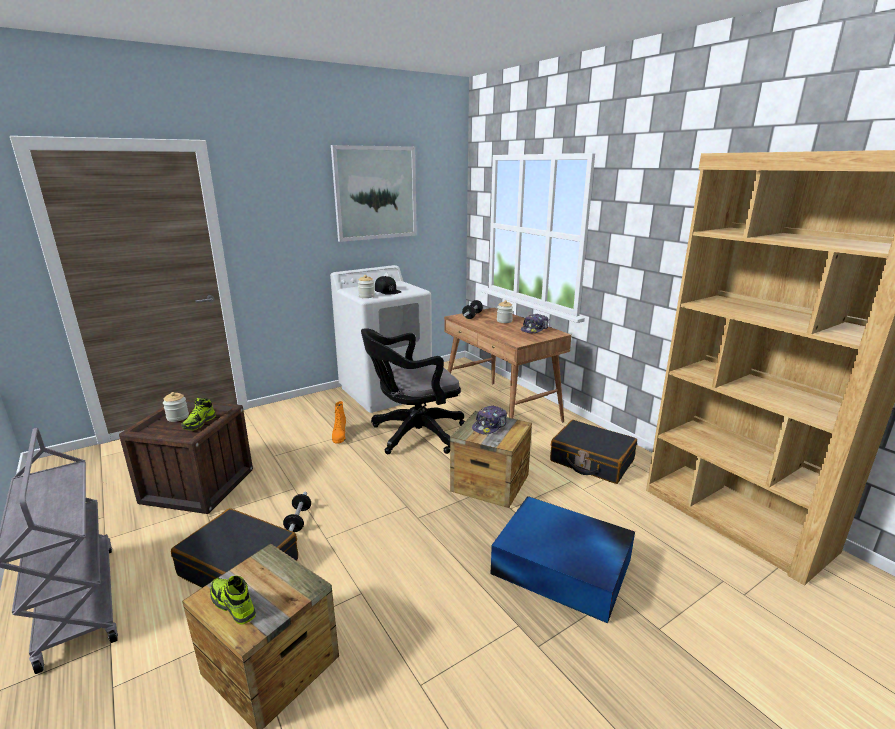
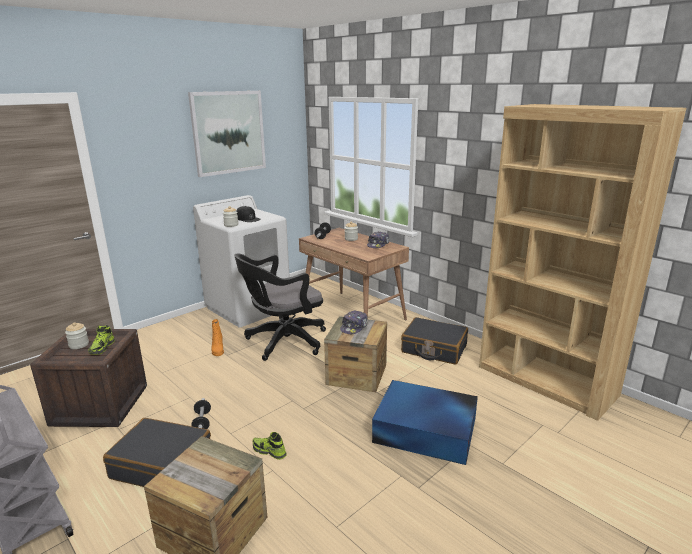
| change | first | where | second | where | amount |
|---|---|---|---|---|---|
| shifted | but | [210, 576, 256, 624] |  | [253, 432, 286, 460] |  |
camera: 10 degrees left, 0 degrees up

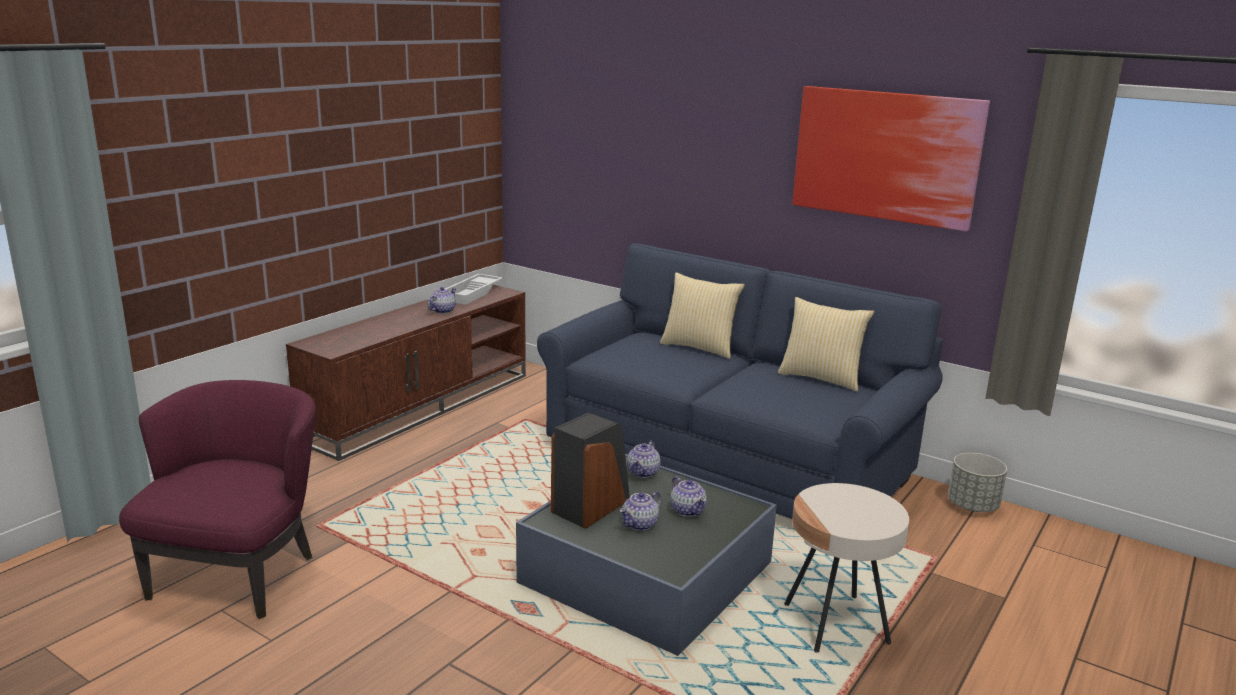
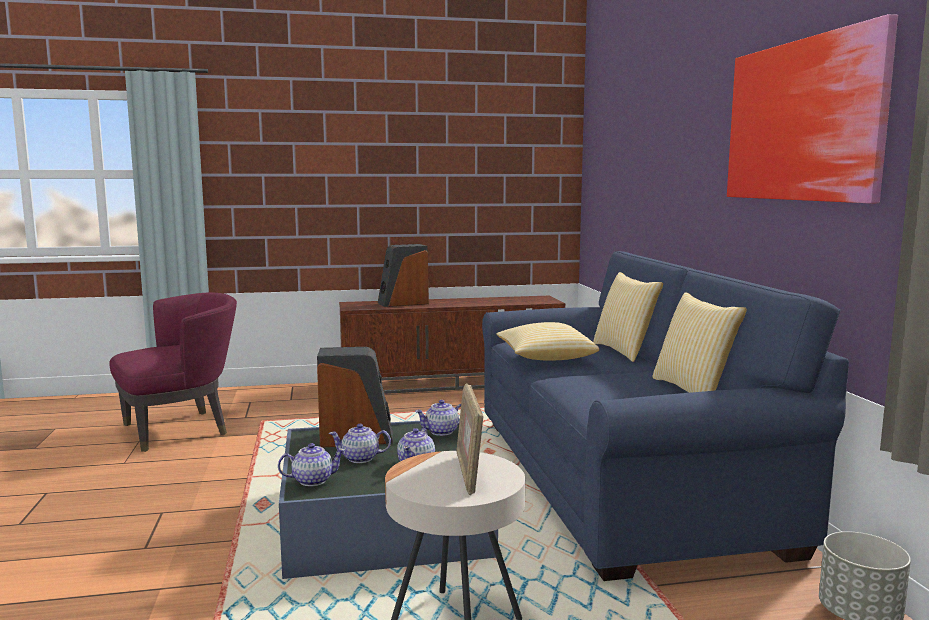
| change | first | where | second | where | amount |
|---|---|---|---|---|---|
| gone | taca (biały) | [445, 274, 503, 305] |  |  |  |
| new |  |  | głośnik | [378, 244, 429, 307] |  |
| new |  |  | ramka na zdjęcie | [456, 384, 483, 495] |  |
| new |  |  | poduszka | [496, 322, 599, 360] |  |
| shifted | imbryk | [428, 287, 457, 314] |  | [278, 443, 345, 486] |  |
camera: 45 degrees right, 10 degrees down

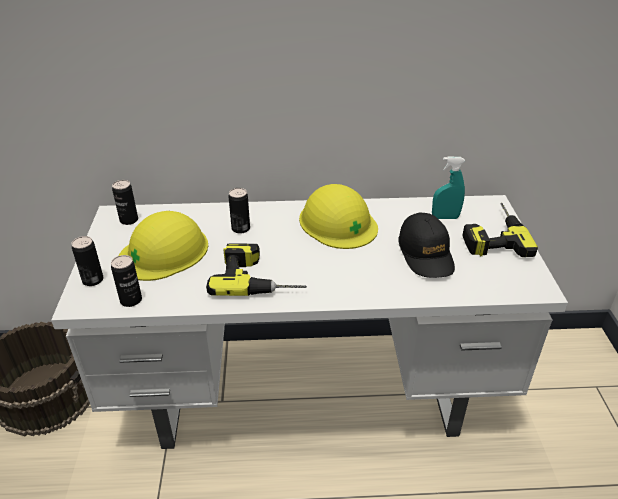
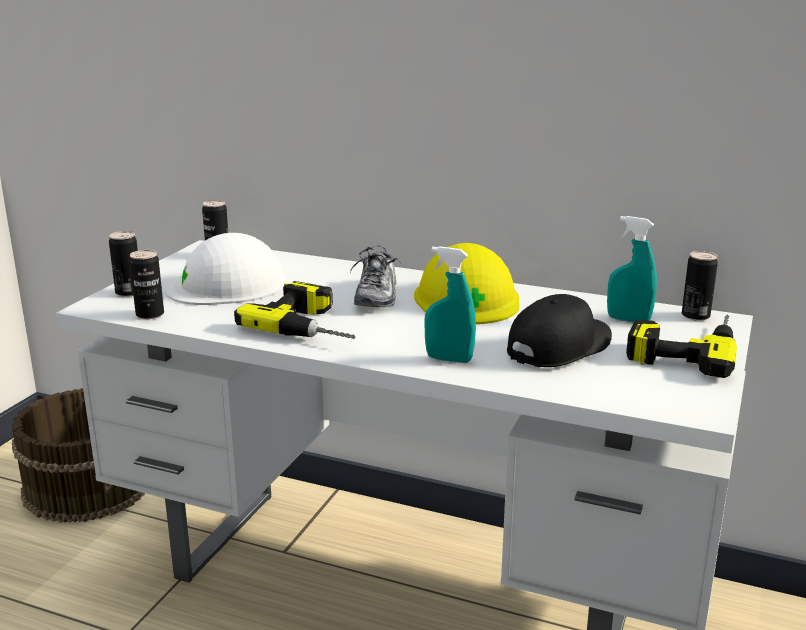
| change | first | where | second | where | amount |
|---|---|---|---|---|---|
| new |  |  | but | [350, 246, 403, 308] |  |
| new |  |  | spryskiwacz (turkusowy) | [424, 246, 476, 363] |  |
| shifted | puszka | [228, 188, 250, 234] |  | [682, 251, 718, 321] |  |
| repainted | kask (żółty) | [119, 211, 208, 281] | kask (biały) | [164, 233, 288, 305] |  |
| rotated | czapka z daszkiem (czarny) | [398, 213, 455, 278] |  | [507, 294, 612, 367] | 150 degrees counterclockwise |
camera: 25 degrees right, 15 degrees down

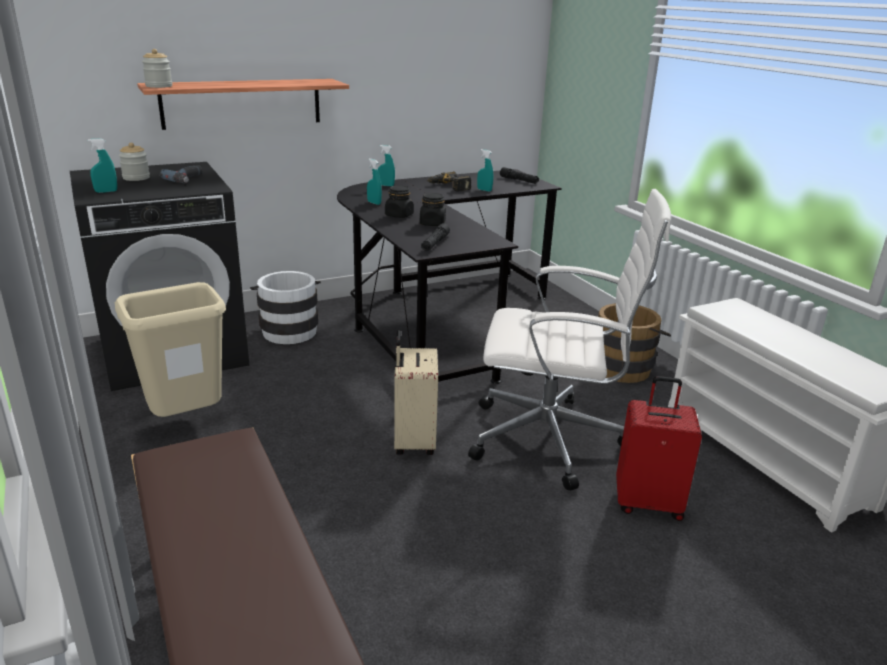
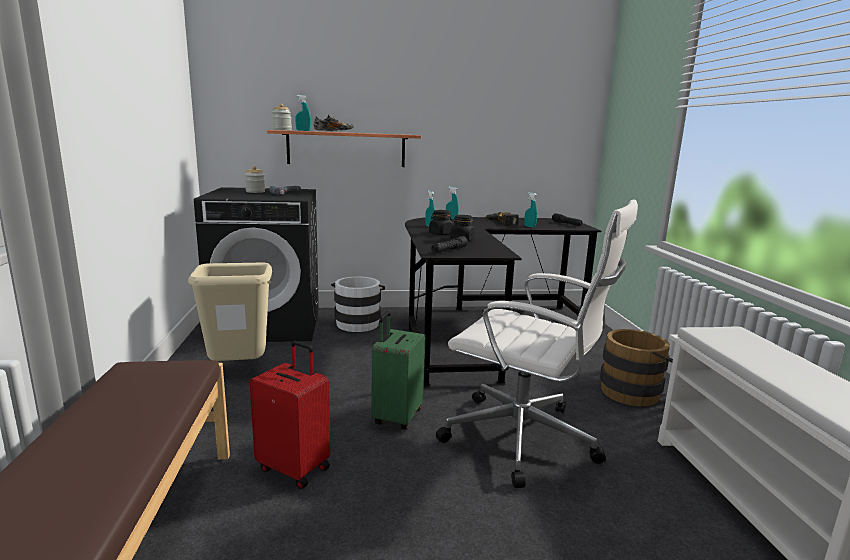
| change | first | where | second | where | amount |
|---|---|---|---|---|---|
| new |  |  | but | [314, 115, 354, 132] |  |
| shifted | spryskiwacz (turkusowy) | [88, 138, 117, 193] |  | [295, 95, 311, 131] |  |
| shifted | walizka (czerwony) | [616, 376, 702, 521] |  | [249, 341, 330, 489] |  |
| repainted | walizka (beżowy) | [394, 330, 438, 455] | walizka (zielony) | [371, 311, 425, 430] |  |
camera: 20 degrees right, 10 degrees down

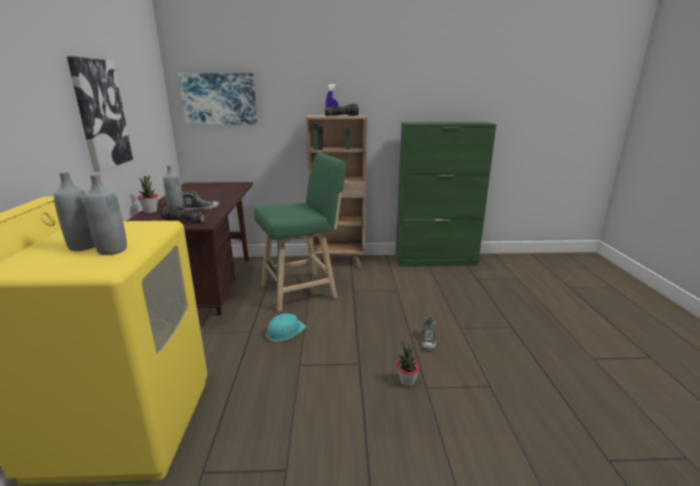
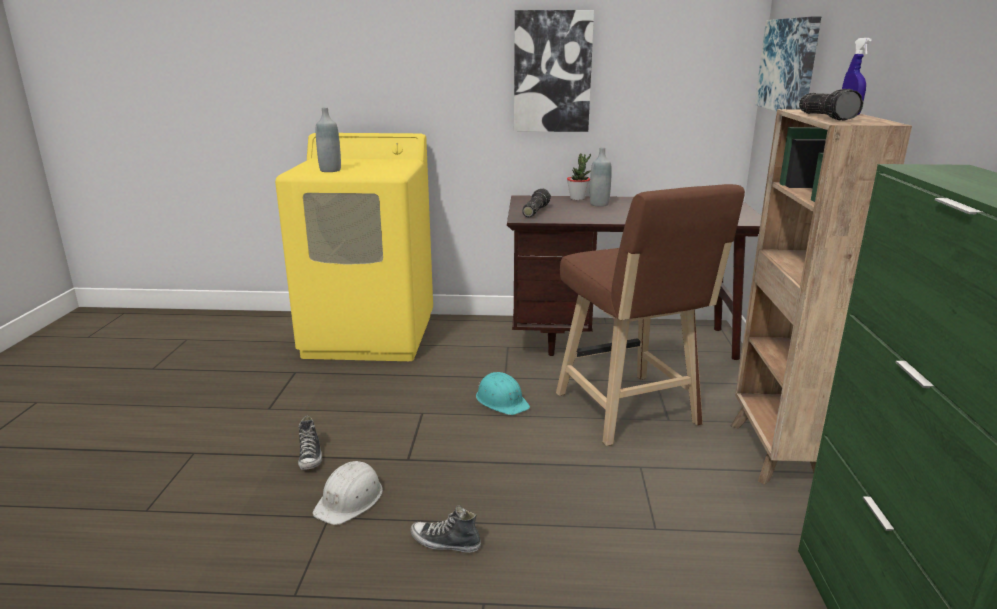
| change | first | where | second | where | amount |
|---|---|---|---|---|---|
| gone | butelka (szary) | [54, 172, 95, 251] |  |  |  |
| shifted | but | [183, 189, 220, 211] |  | [298, 416, 322, 470] |  |
| swapped | roślina doniczkowa | [397, 340, 420, 387] | kask (biały) | [313, 461, 383, 525] |  |
| repainted | stołek (zielony) | [254, 153, 346, 312] | stołek (brązowy) | [556, 184, 745, 446] |  |
camera: 95 degrees right, 0 degrees up

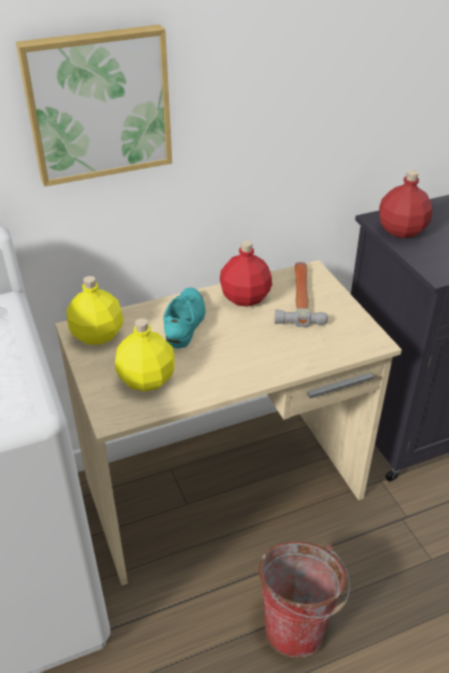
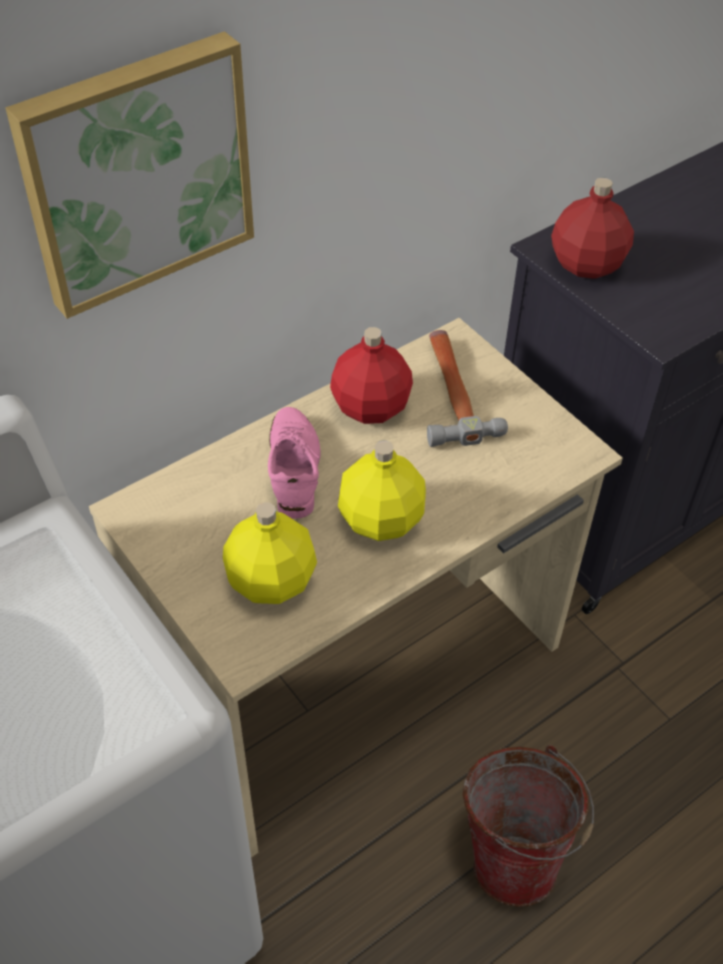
| change | first | where | second | where | amount |
|---|---|---|---|---|---|
| shifted | butelka (żółty) | [67, 276, 124, 345] |  | [338, 440, 426, 541] |  |
| repainted | but (turkusowy) | [163, 288, 205, 348] | but (różowy) | [268, 407, 321, 519] |  |
camera: 15 degrees left, 10 degrees up

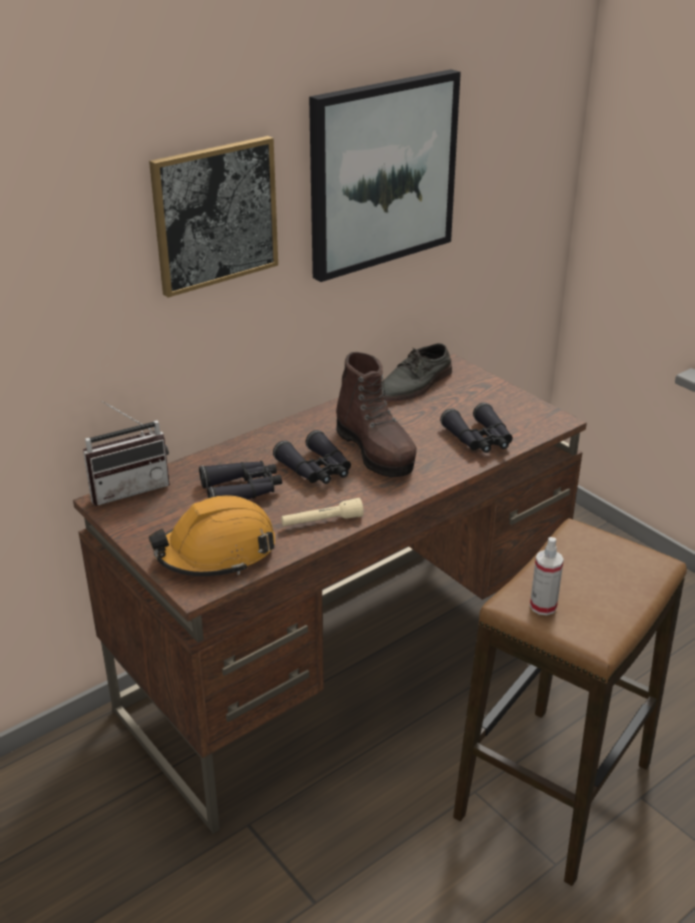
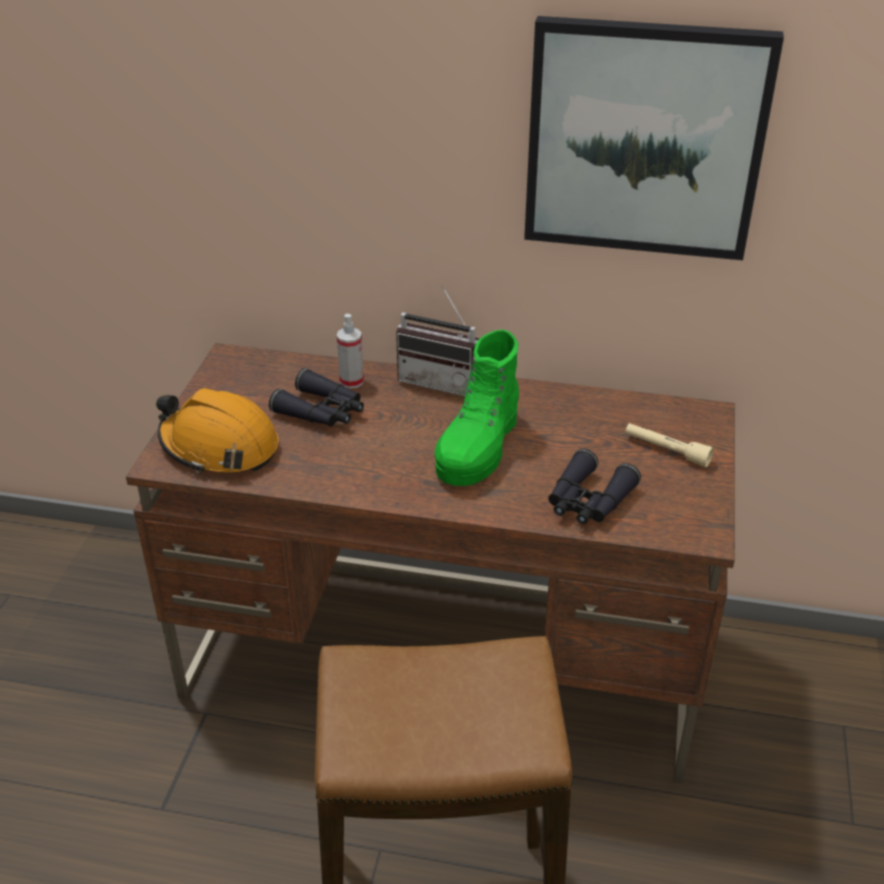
| change | first | where | second | where | amount |
|---|---|---|---|---|---|
| gone | obraz | [149, 136, 278, 298] |  |  |  |
| gone | lornetka (czarny) | [273, 430, 351, 484] |  |  |  |
| gone | but (szary) | [382, 343, 452, 402] |  |  |  |
| shifted | radio | [83, 401, 170, 506] |  | [396, 285, 480, 396] |  |
| shifted | latarka (beżowy) | [281, 498, 364, 526] |  | [625, 423, 714, 467] |  |
| shifted | spryskiwacz | [530, 537, 564, 615] |  | [337, 314, 364, 389] |  |
| repainted | but z cholewką (brązowy) | [336, 352, 417, 477] | but z cholewką (zielony) | [435, 330, 519, 486] |  |
camera: 50 degrees right, 5 degrees up

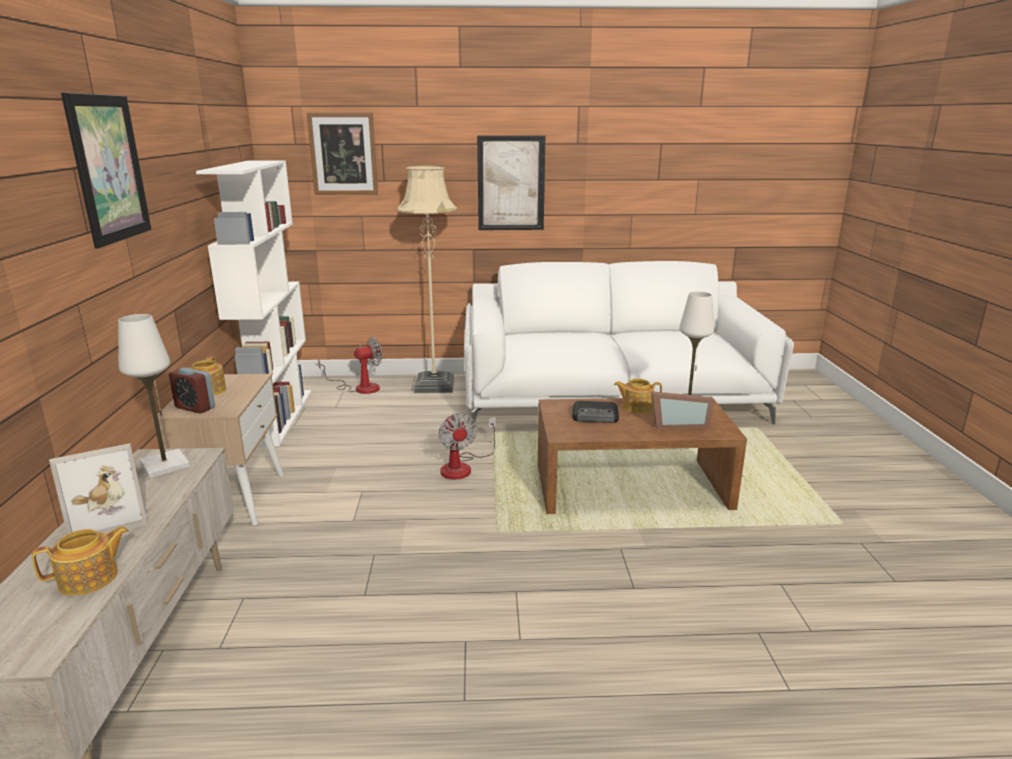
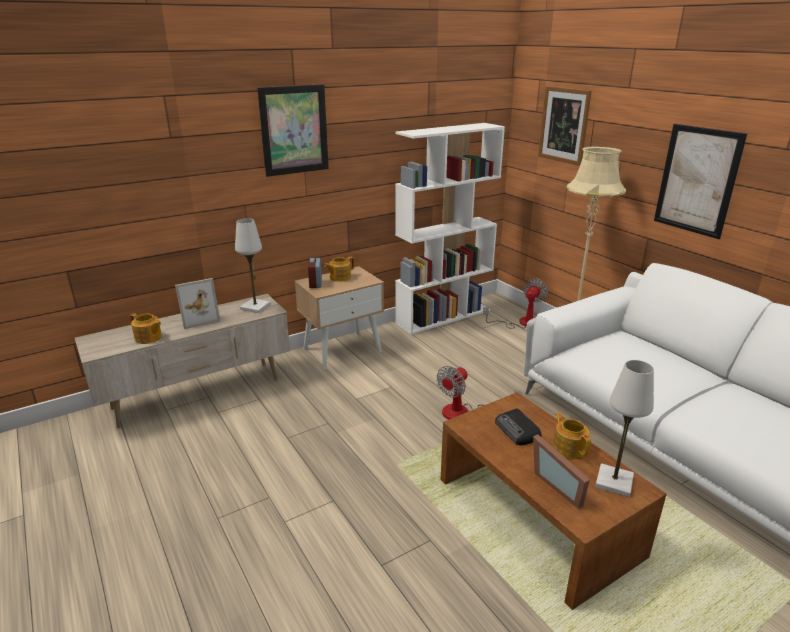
| change | first | where | second | where | amount |
|---|---|---|---|---|---|
| rotated | ramka na zdjęcie | [49, 443, 148, 534] |  | [175, 278, 220, 329] | 60 degrees counterclockwise |
| rotated | wentylator | [318, 337, 382, 394] |  | [483, 278, 548, 329] | 90 degrees counterclockwise |
camera: 60 degrees right, 5 degrees up

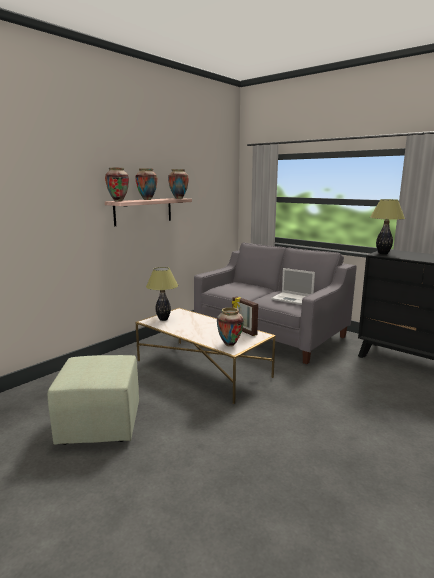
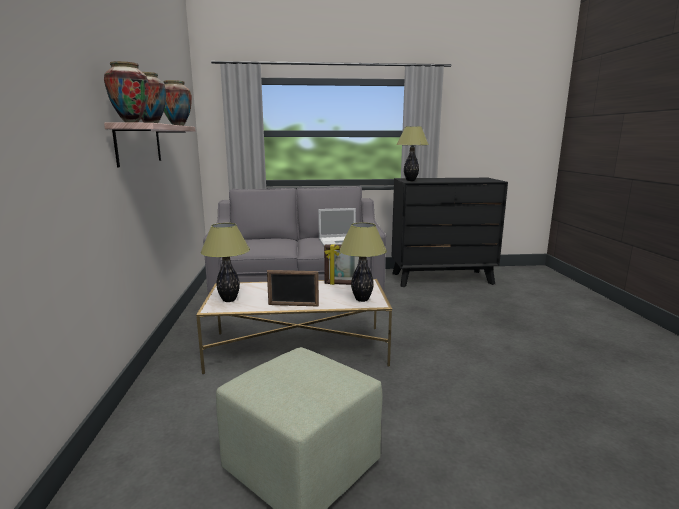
| change | first | where | second | where | amount |
|---|---|---|---|---|---|
| new |  |  | ramka na zdjęcie | [267, 270, 319, 307] |  |
| swapped | wazon | [217, 307, 244, 347] | lampa stołowa | [339, 222, 387, 302] |  |
camera: 45 degrees left, 0 degrees up

